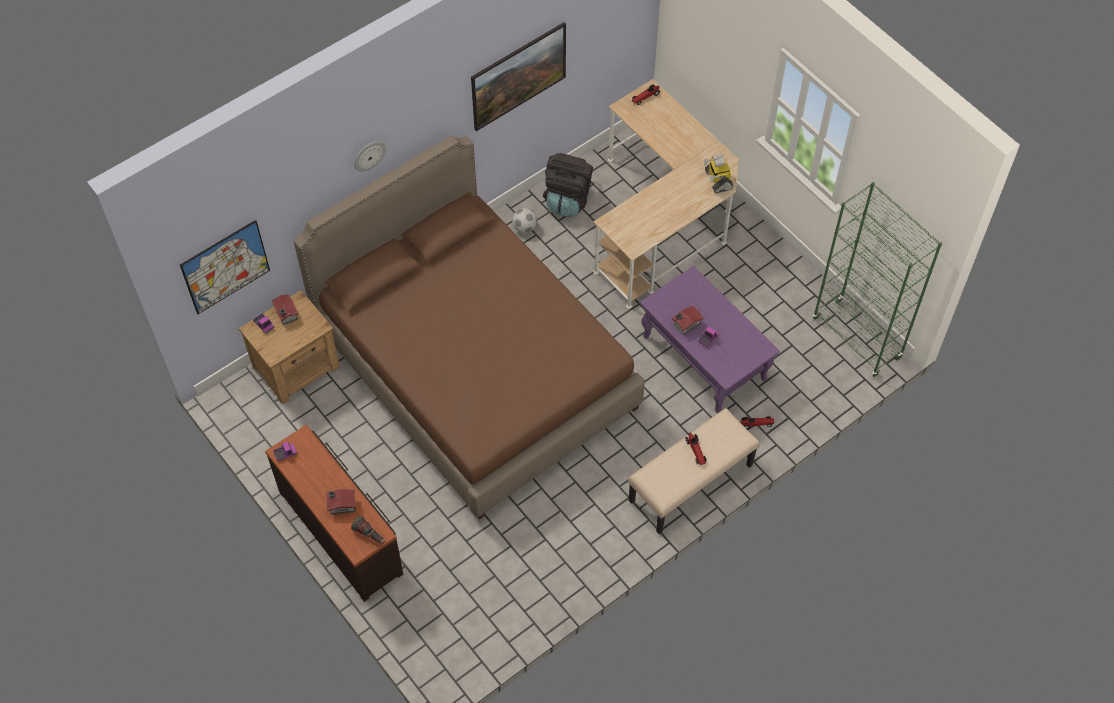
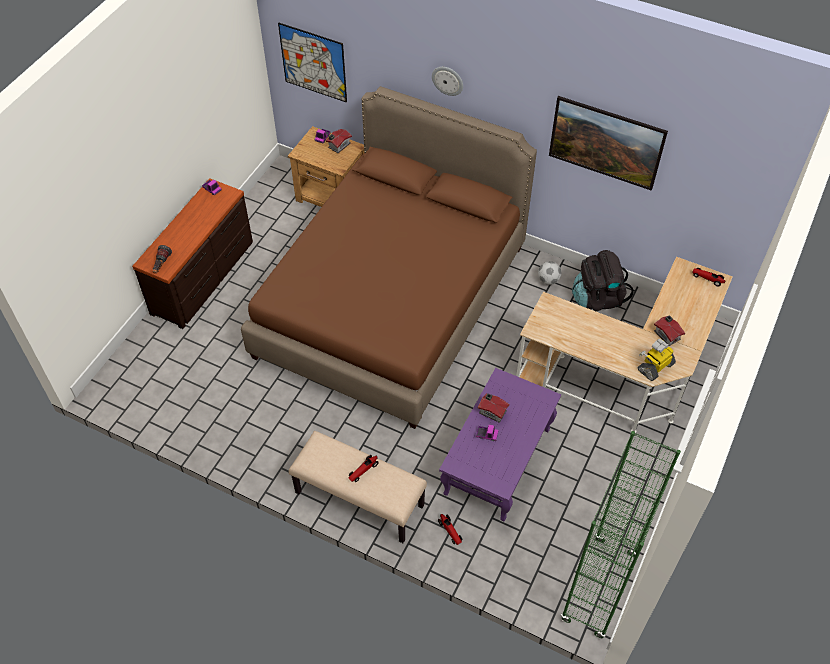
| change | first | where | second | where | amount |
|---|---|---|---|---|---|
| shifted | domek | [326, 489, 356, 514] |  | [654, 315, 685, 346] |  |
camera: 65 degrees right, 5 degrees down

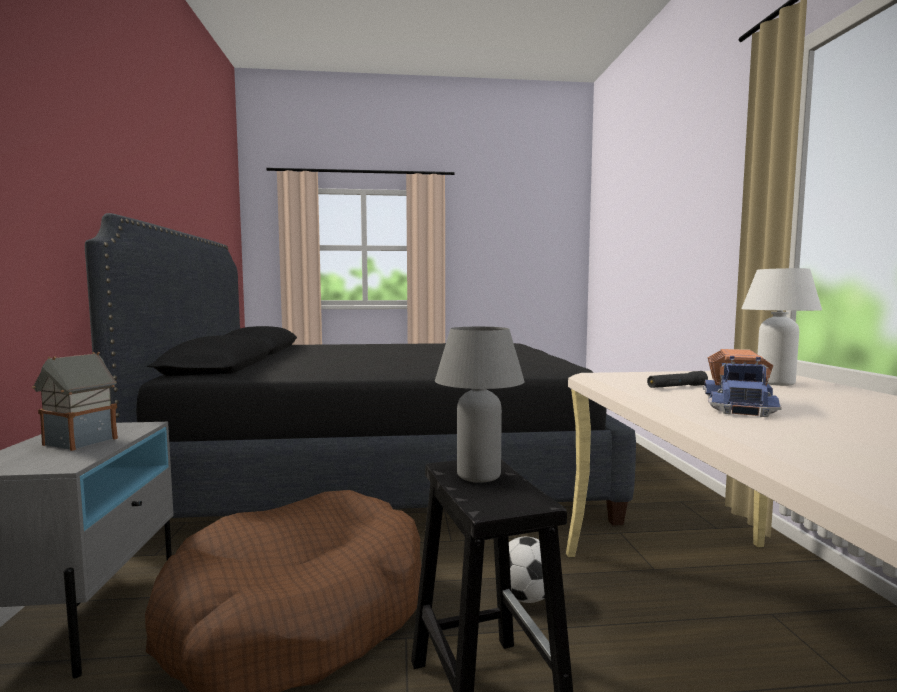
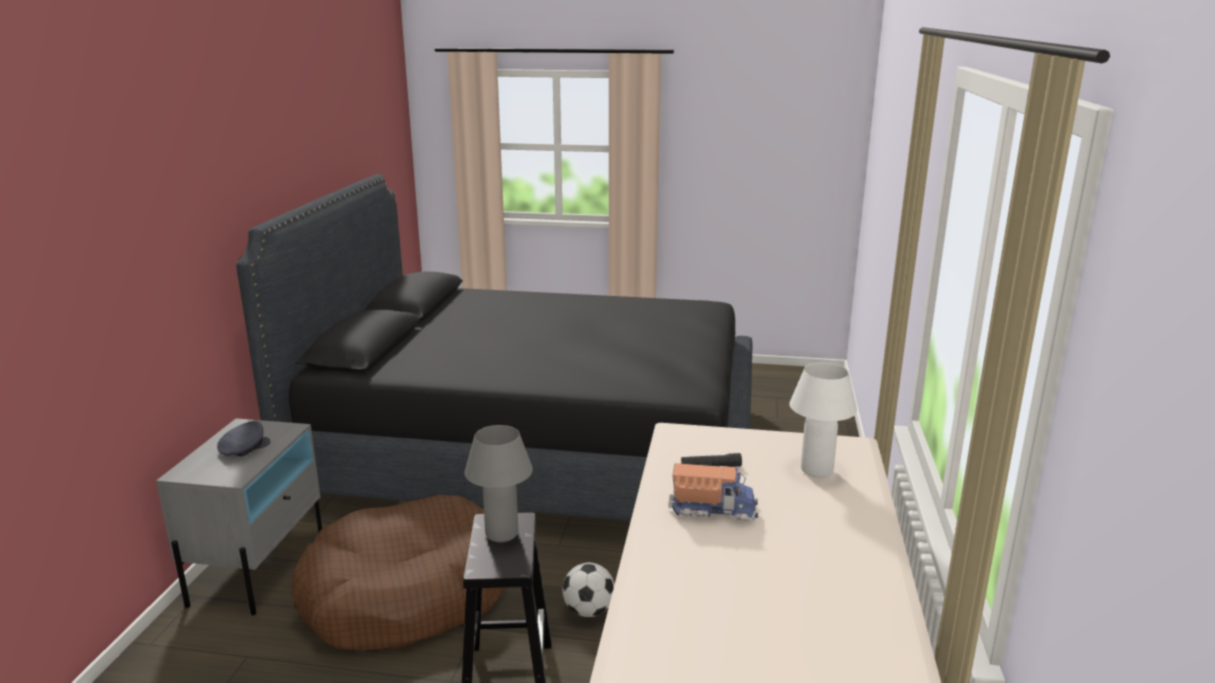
| change | first | where | second | where | amount |
|---|---|---|---|---|---|
| swapped | domek | [32, 352, 118, 451] | czapka z daszkiem (szary) | [217, 421, 270, 457] |  |
| rotated | ciężarówka zabawkowa | [703, 349, 782, 417] |  | [668, 463, 758, 521] | 120 degrees counterclockwise |
camera: 15 degrees right, 15 degrees up

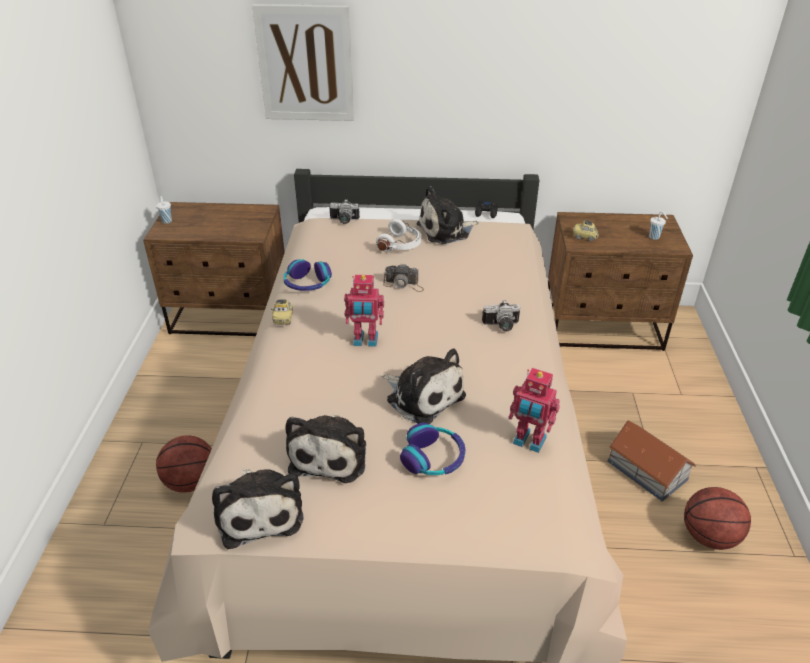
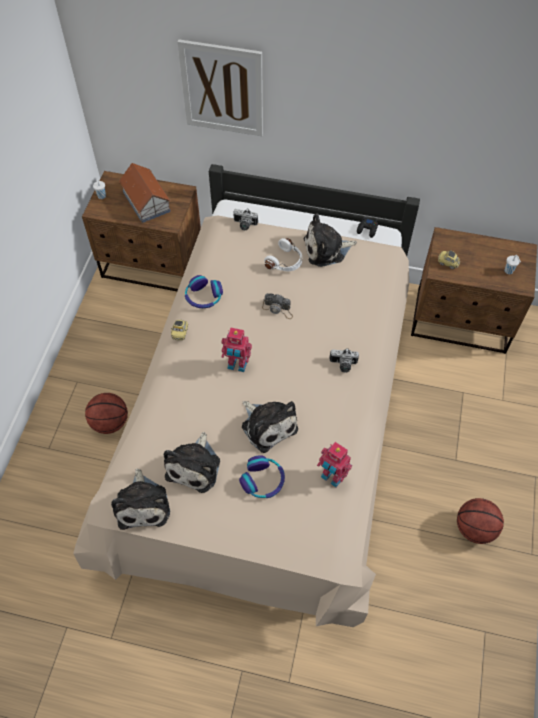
| change | first | where | second | where | amount |
|---|---|---|---|---|---|
| shifted | domek | [608, 420, 696, 501] |  | [119, 163, 171, 223] |  |
camera: 10 degrees right, 20 degrees up

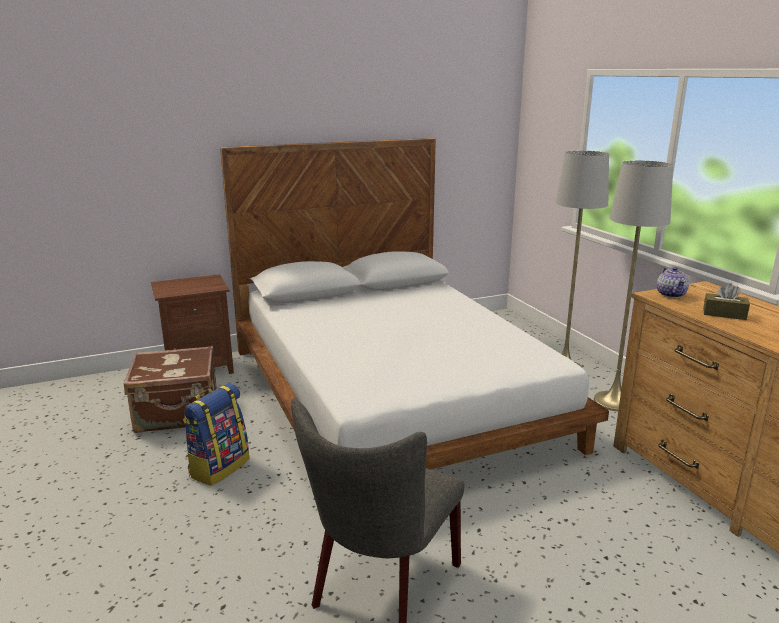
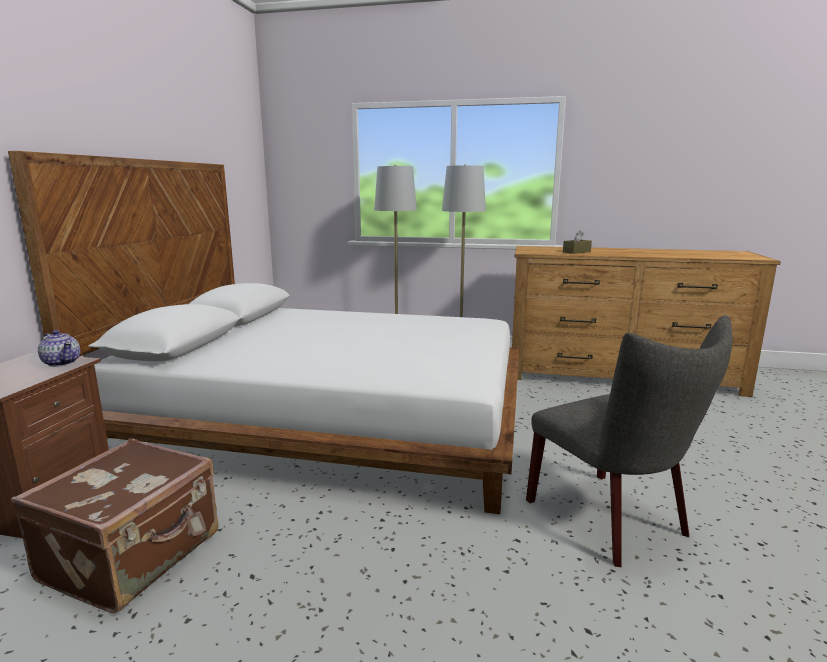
| change | first | where | second | where | amount |
|---|---|---|---|---|---|
| gone | plecak | [183, 383, 249, 486] |  |  |  |
| shifted | imbryk | [657, 267, 689, 298] |  | [38, 330, 80, 367] |  |
camera: 55 degrees left, 5 degrees down

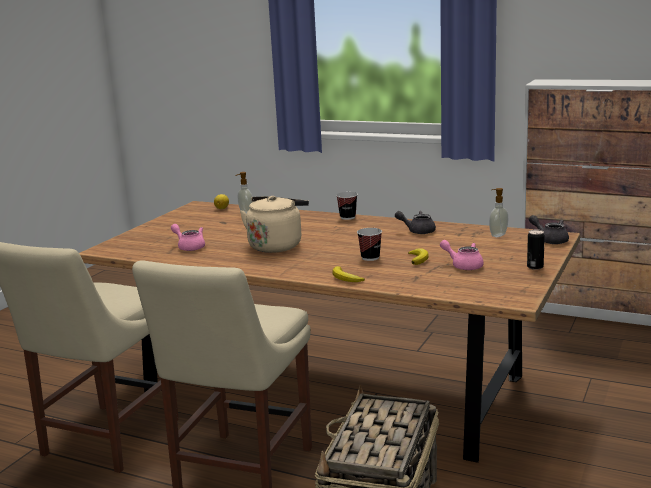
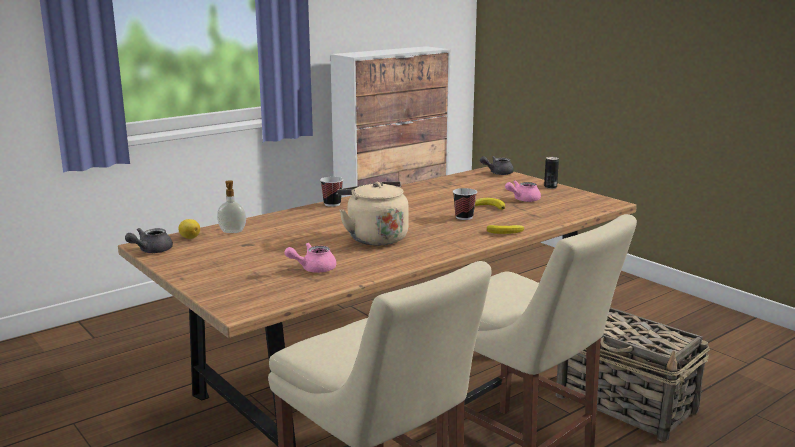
| change | first | where | second | where | amount |
|---|---|---|---|---|---|
| gone | dozownik mydła | [489, 188, 508, 237] |  |  |  |
| shifted | imbryk (szary) | [395, 211, 436, 234] |  | [125, 228, 173, 253] |  |
camera: 65 degrees left, 0 degrees up

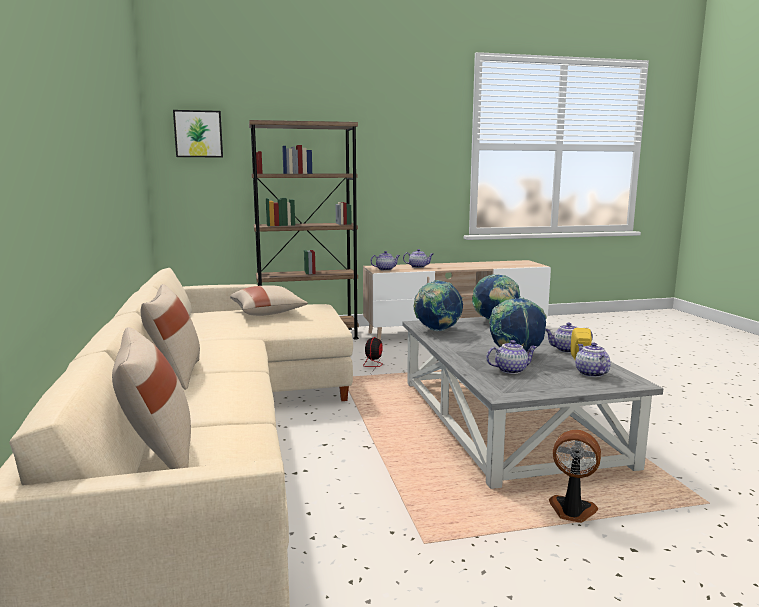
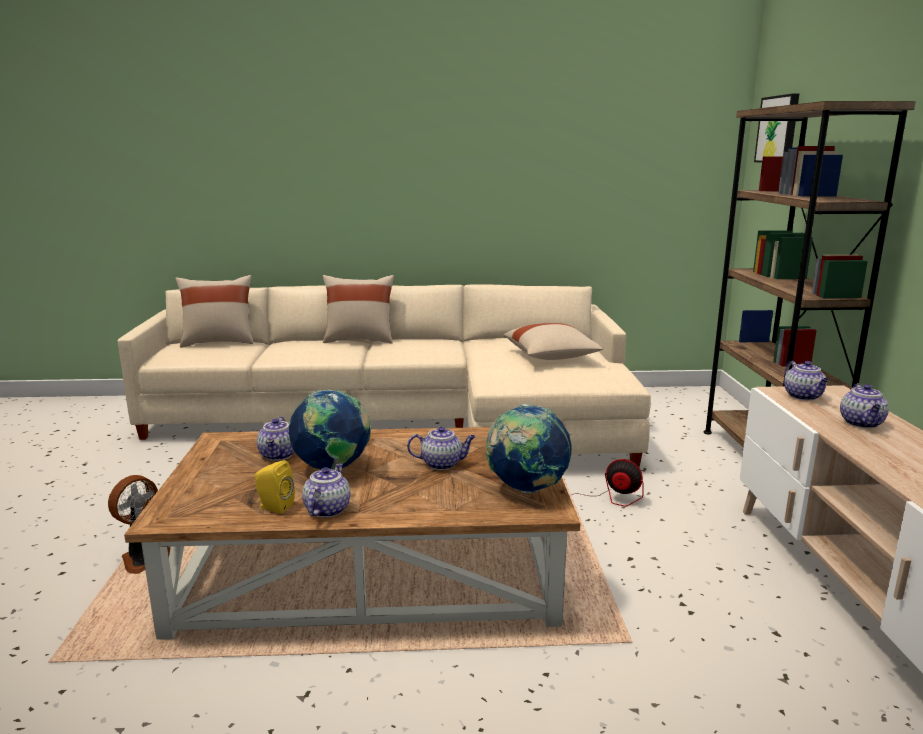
| change | first | where | second | where | amount |
|---|---|---|---|---|---|
| gone | globus | [413, 280, 463, 331] |  |  |  |
| shifted | imbryk | [575, 343, 610, 377] |  | [407, 426, 476, 470] |  |
| repainted | ława (szary) | [403, 317, 663, 489] | ława (brązowy) | [124, 427, 580, 640] |  |
camera: 100 degrees right, 5 degrees up

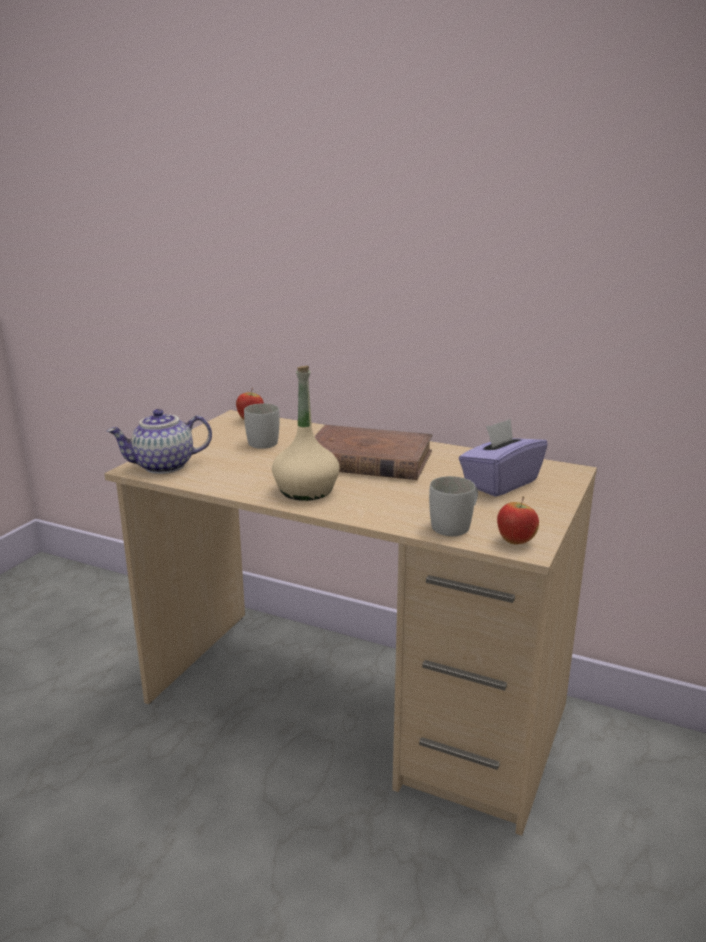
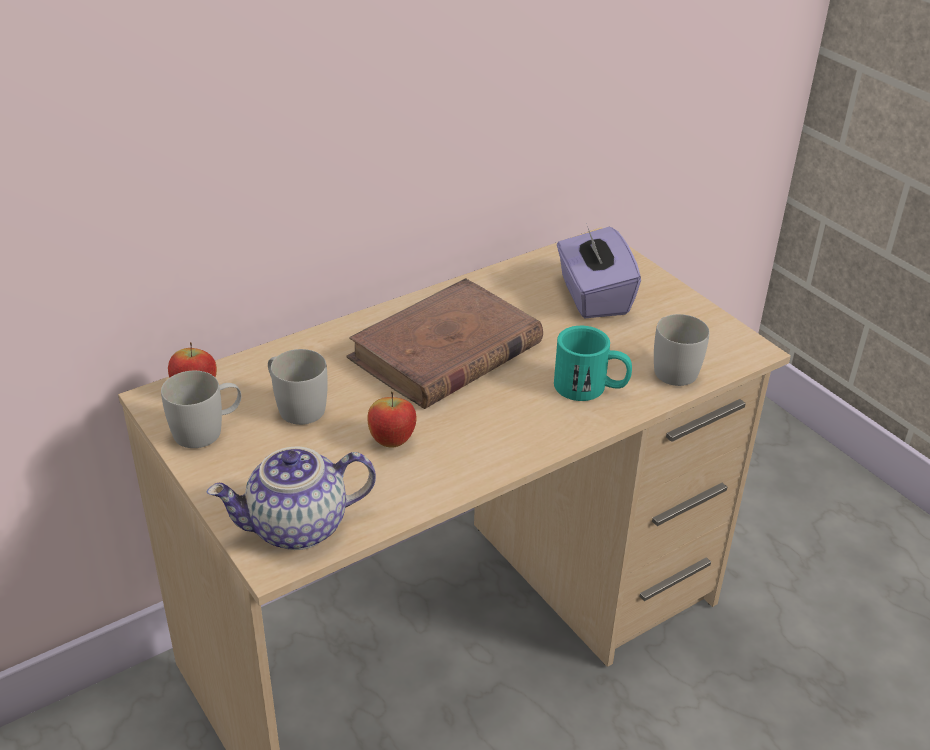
| change | first | where | second | where | amount |
|---|---|---|---|---|---|
| gone | butelka (beżowy) | [272, 366, 340, 501] |  |  |  |
| new |  |  | kubek (biały) | [161, 371, 241, 448] |  |
| new |  |  | kubek (turkusowy) | [554, 326, 632, 401] |  |
| shifted | jabłko | [497, 496, 539, 544] |  | [367, 391, 416, 448] |  |
| rotated | imbryk | [106, 409, 212, 474] |  | [207, 447, 376, 550] | 60 degrees clockwise |
camera: 60 degrees left, 15 degrees up

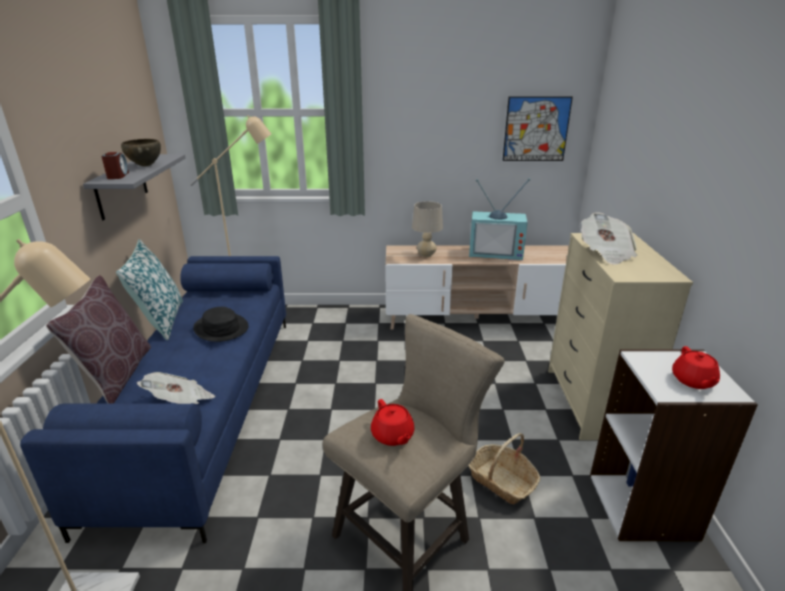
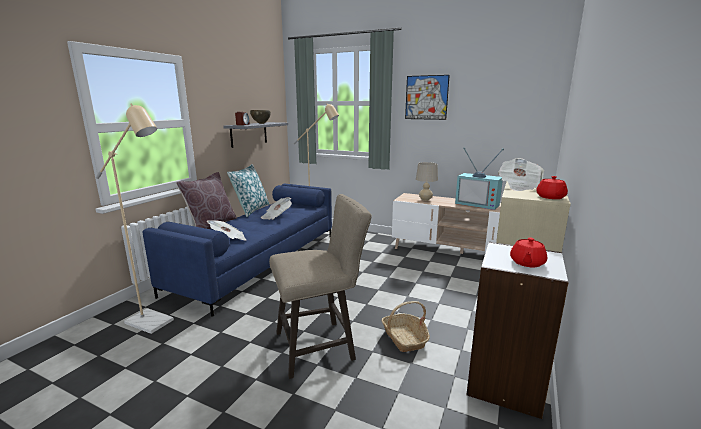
| change | first | where | second | where | amount |
|---|---|---|---|---|---|
| shifted | imbryk (czerwony) | [371, 399, 414, 446] |  | [536, 176, 568, 199] |  |
| shifted | obraz | [502, 96, 573, 161] |  | [405, 75, 450, 120] |  |
| swapped | kapelusz (czarny) | [193, 307, 249, 342] | gazeta | [261, 197, 292, 220] |  |
camera: 25 degrees right, 10 degrees down

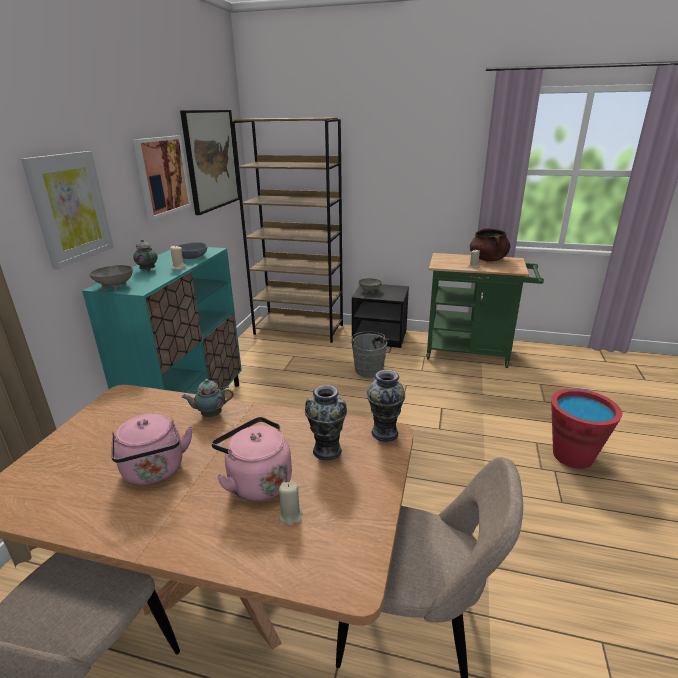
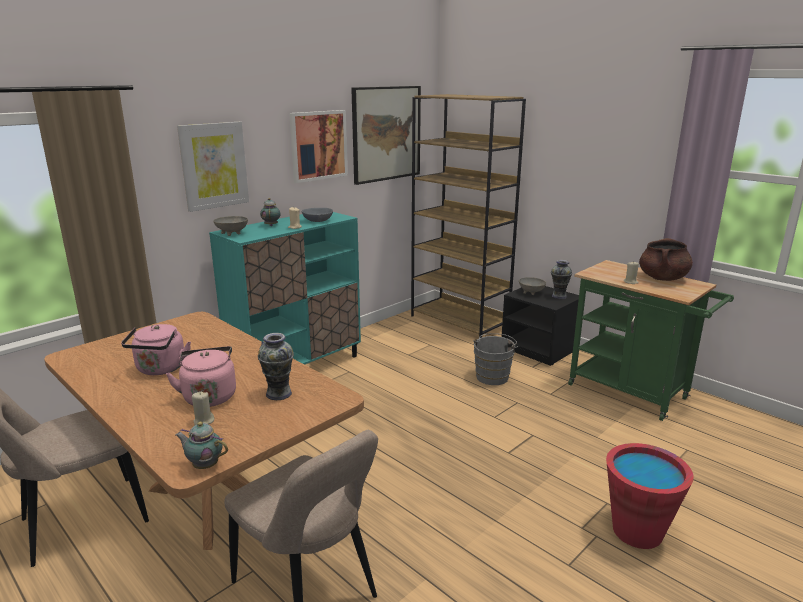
| change | first | where | second | where | amount |
|---|---|---|---|---|---|
| shifted | imbryk | [181, 379, 234, 417] |  | [176, 422, 228, 469] |  |
| shifted | wazon | [366, 370, 405, 442] |  | [551, 260, 572, 299] |  |
camera: 30 degrees right, 5 degrees down

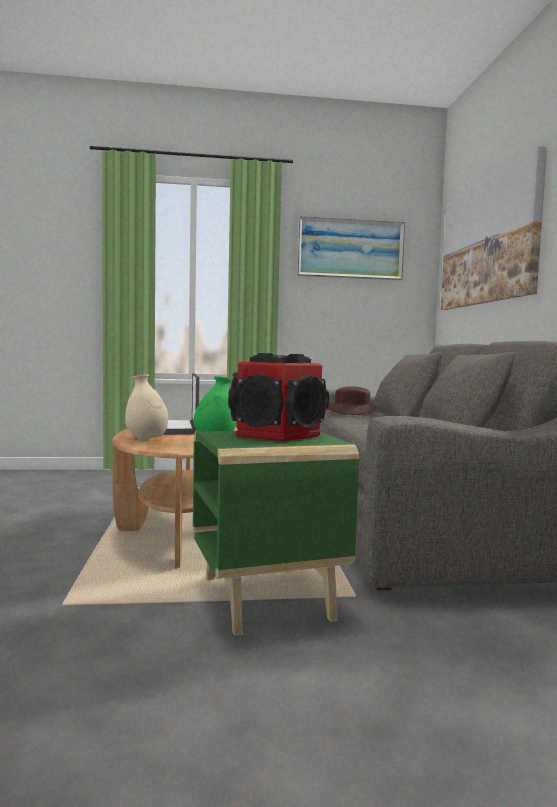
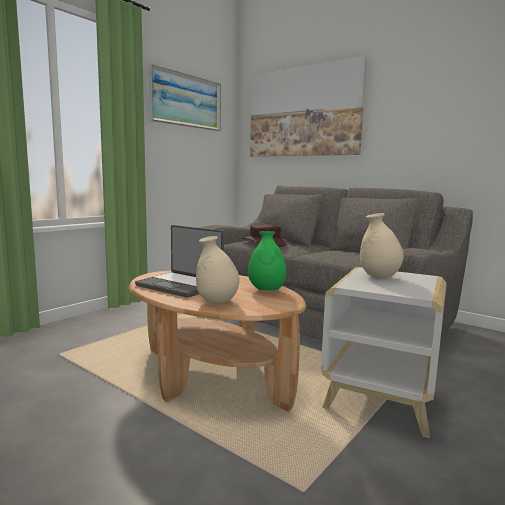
| change | first | where | second | where | amount |
|---|---|---|---|---|---|
| swapped | głośnik | [228, 353, 329, 441] | wazon (beżowy) | [360, 213, 404, 278] |  |
| repainted | stolik (zielony) | [193, 431, 359, 636] | stolik (biały) | [321, 267, 446, 438] |  |
camera: 45 degrees left, 5 degrees up

